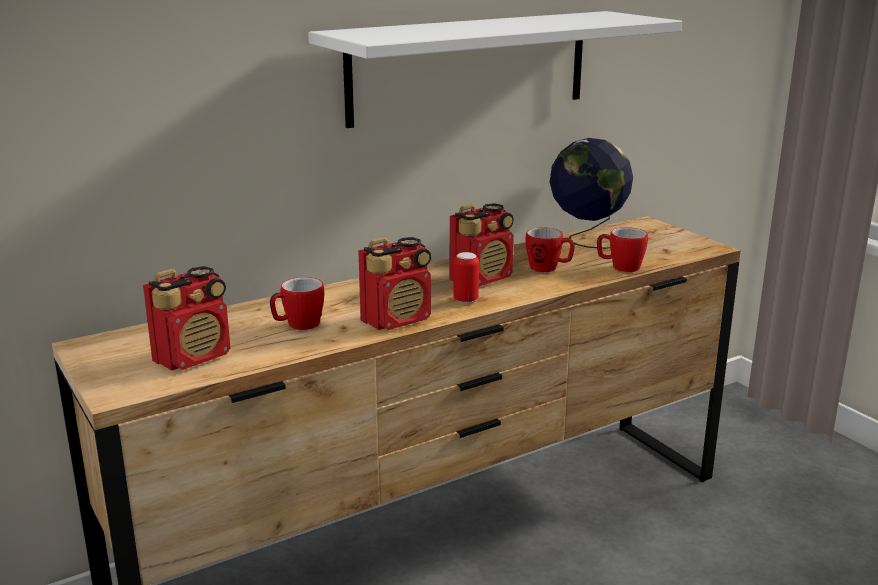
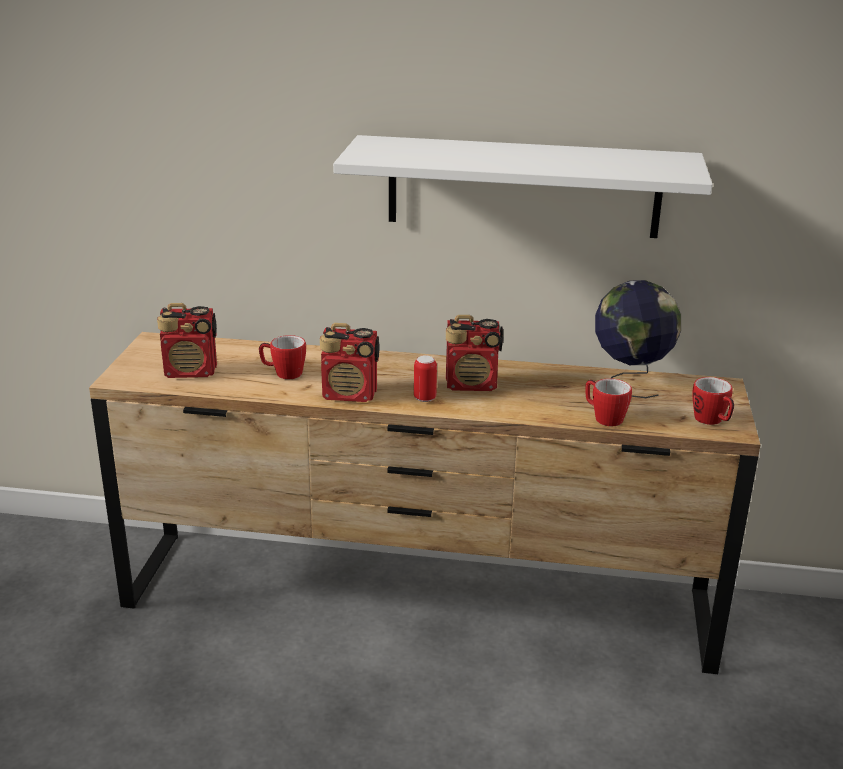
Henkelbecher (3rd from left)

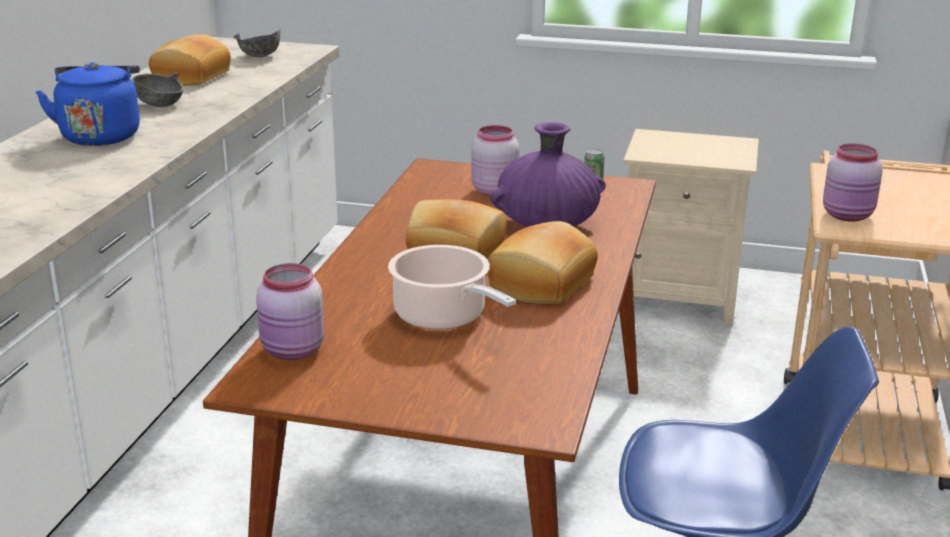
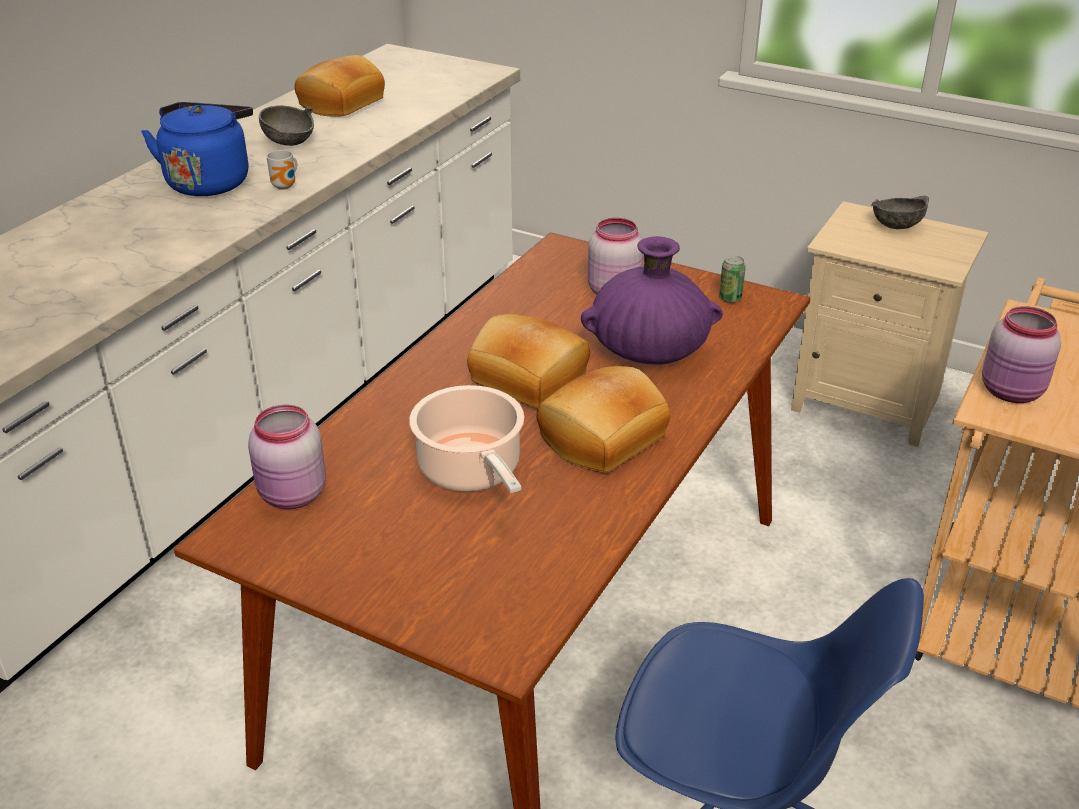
Henkelbecher
Schüssel/grau (2nd from left)

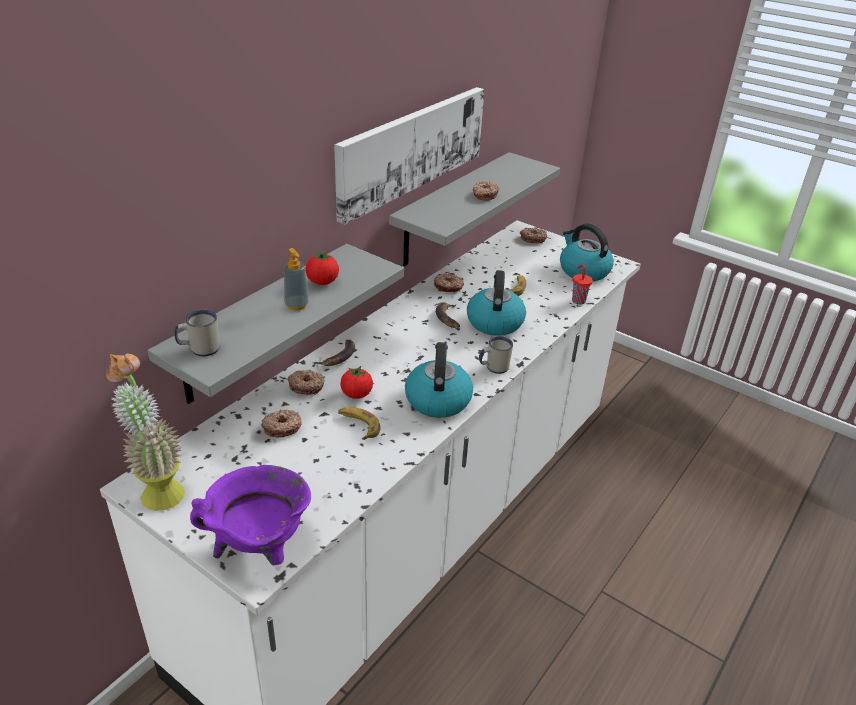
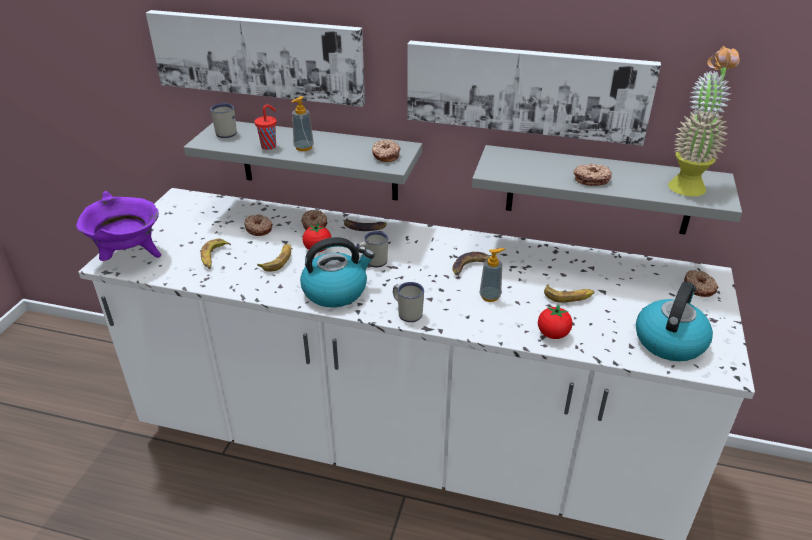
Bild (1st from left)
Banane (1st from left)
Henkelbecher/weiß (2nd from left)
Topfpflanze
Tomate (2nd from left)
Donut (3rd from left)
Tasse/rot
Seifenspender (2nd from left)

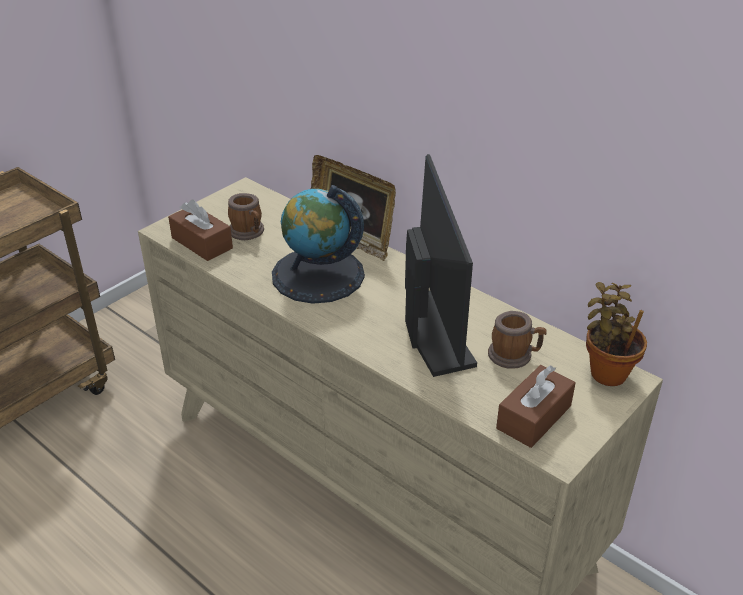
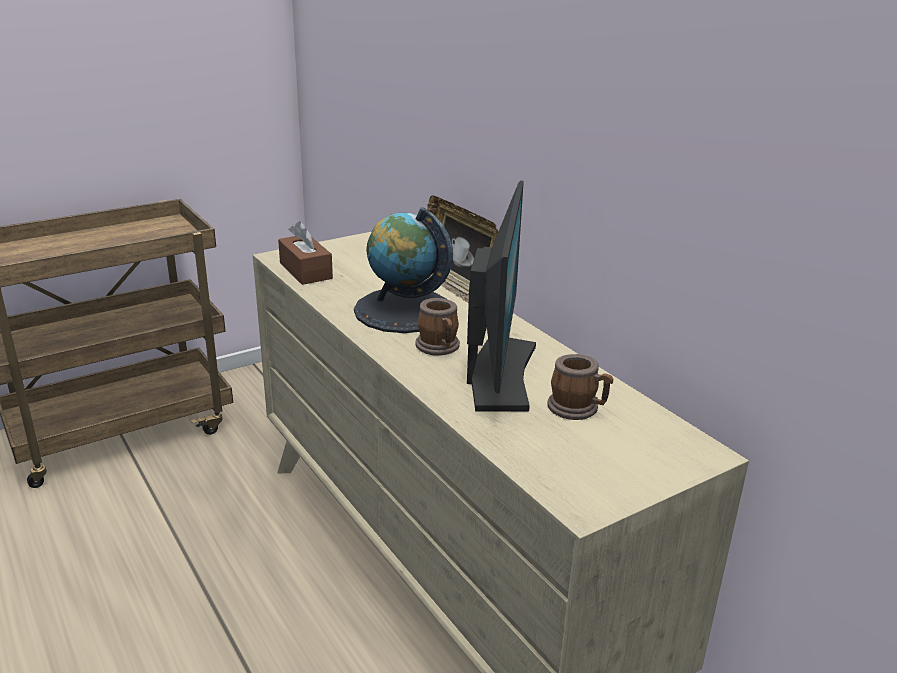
Taschentuchbox/braun (2nd from left in the first image)
Topfpflanze
Henkelbecher (1st from left)

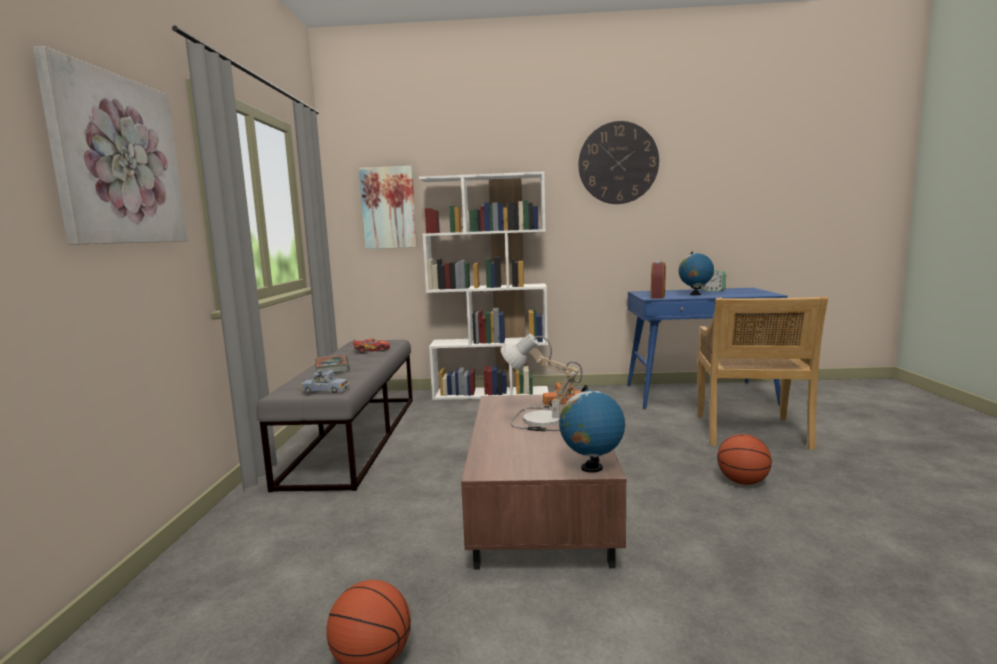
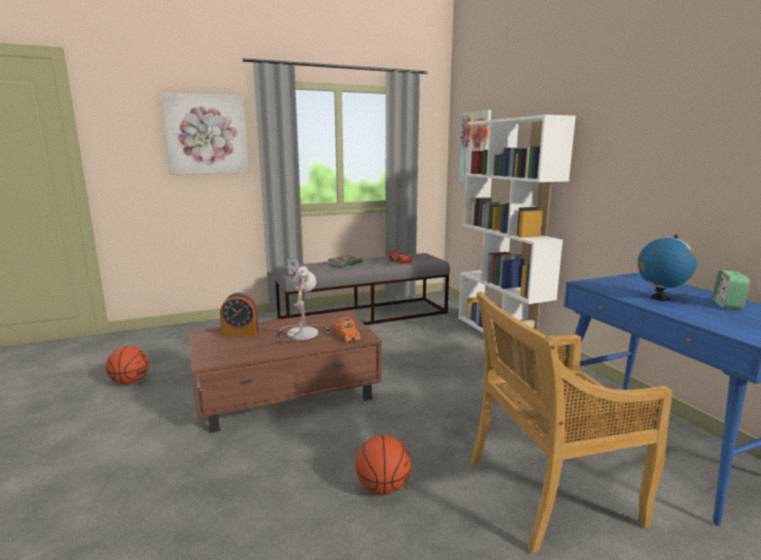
Globus (1st from left in the first image)
Wanduhr
Wecker (1st from left)

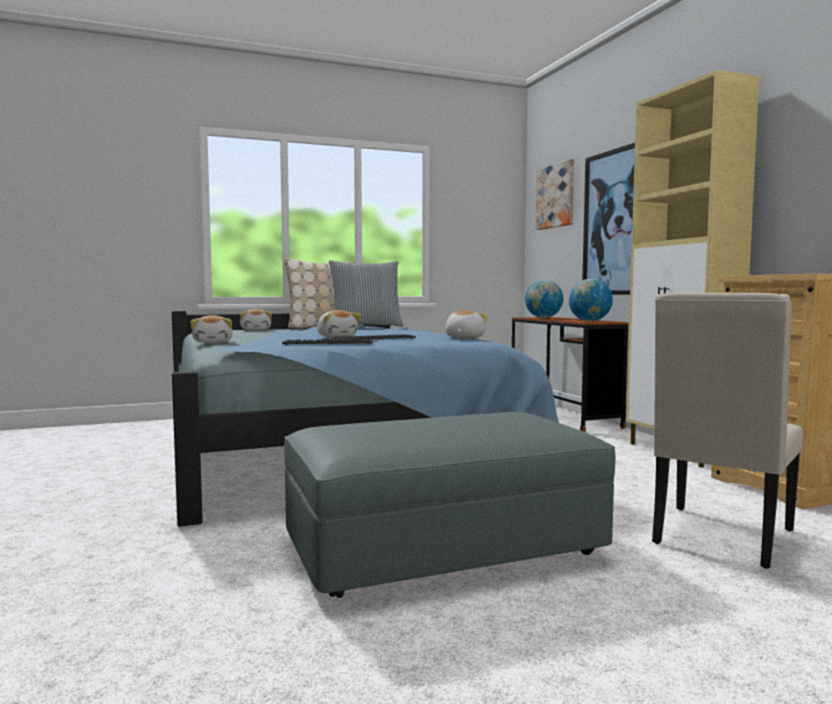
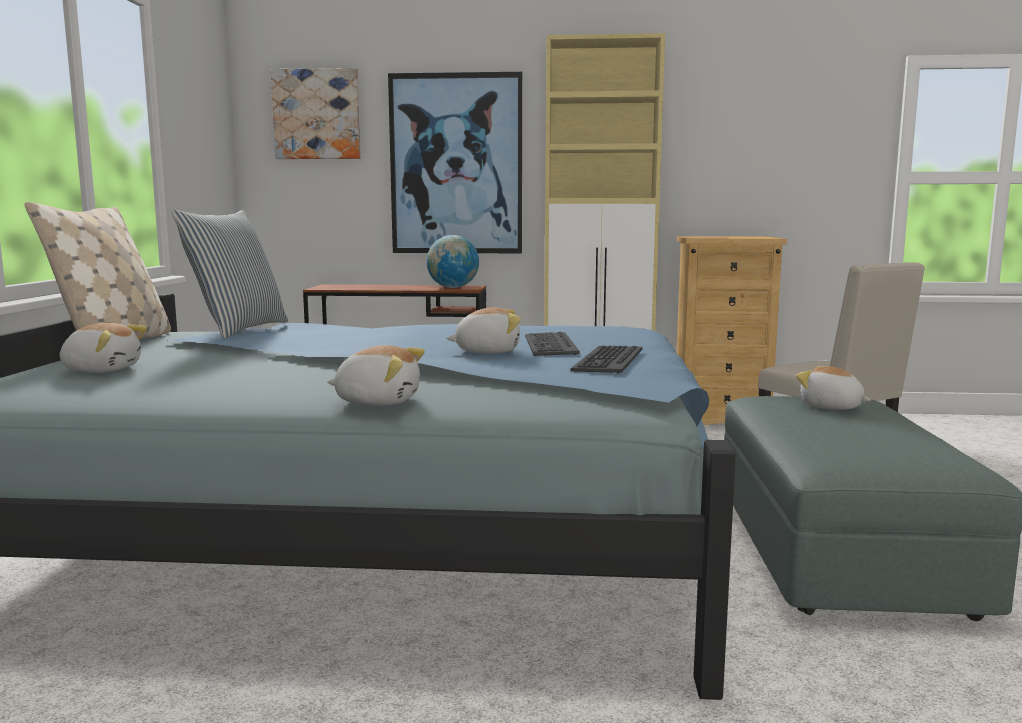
Globus (1st from left in the first image)
Plüschtier (4th from left)

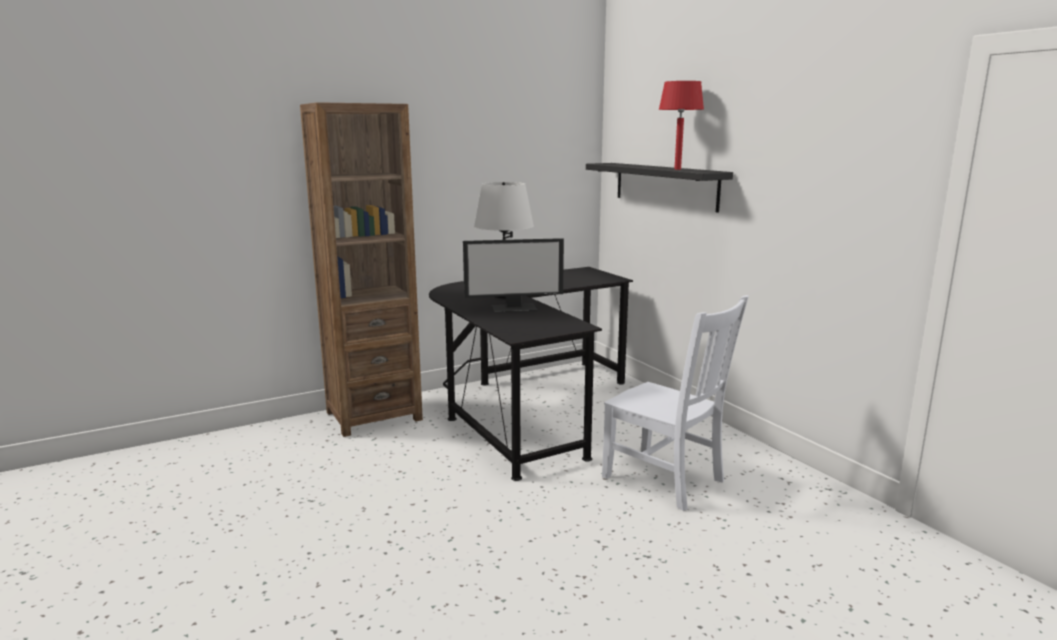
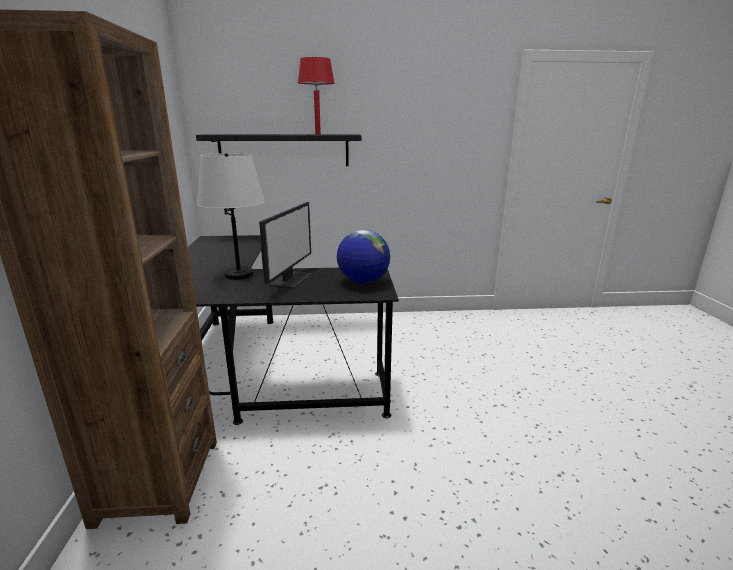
Stuhl/weiß
Globus

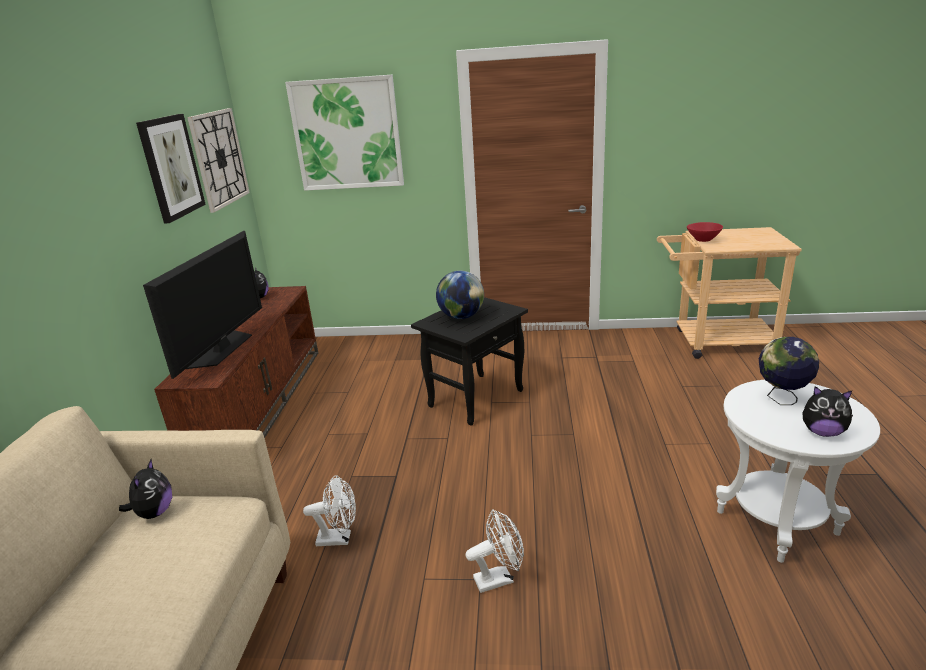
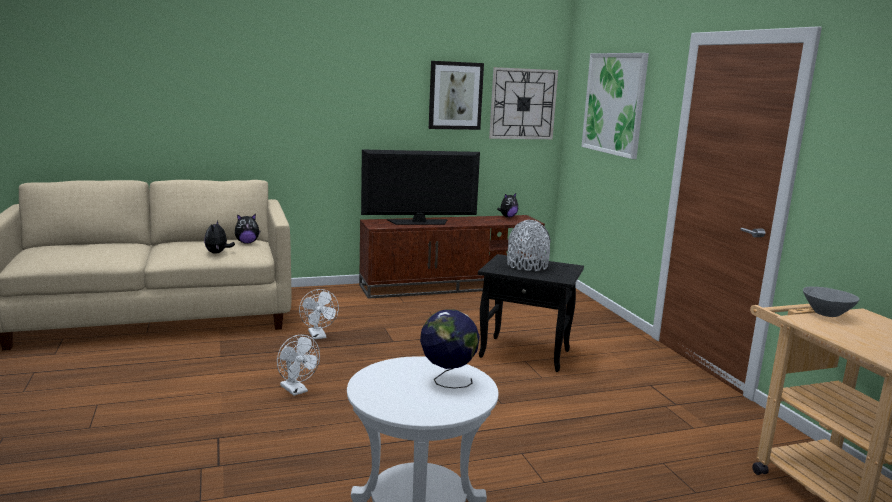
Plüschtier (1st from left)
Vase/grau
Schüssel/grau

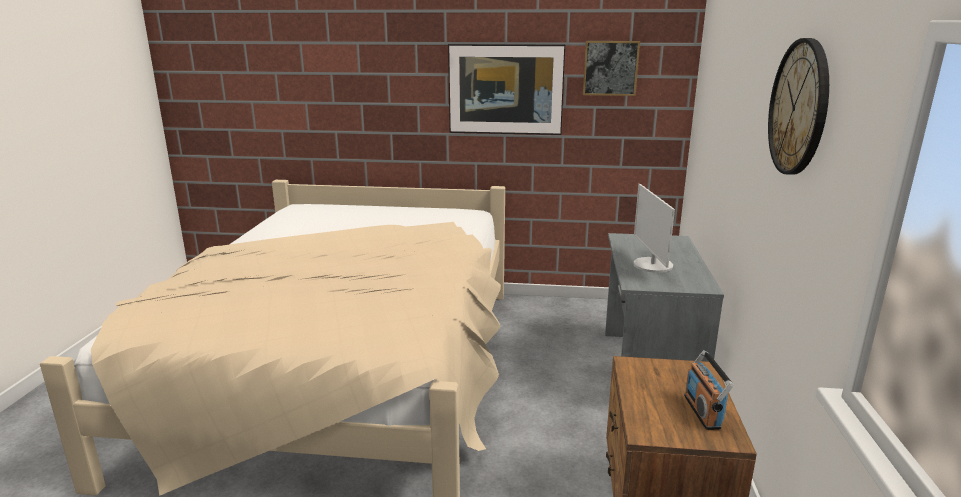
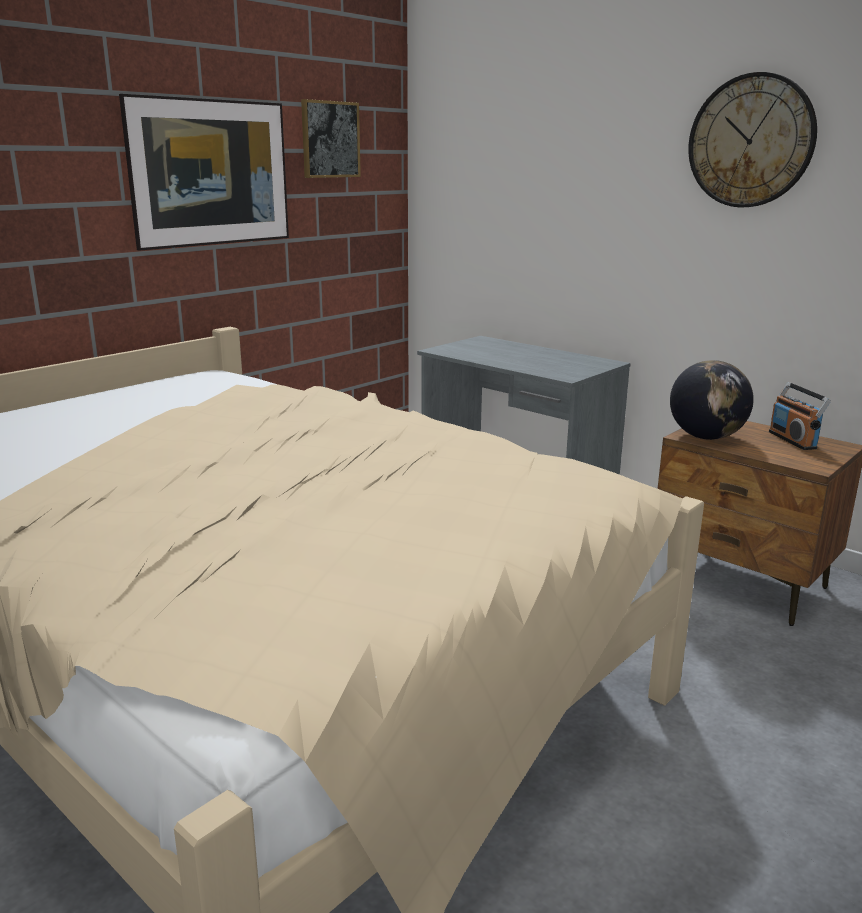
Monitor
Globus
Radio

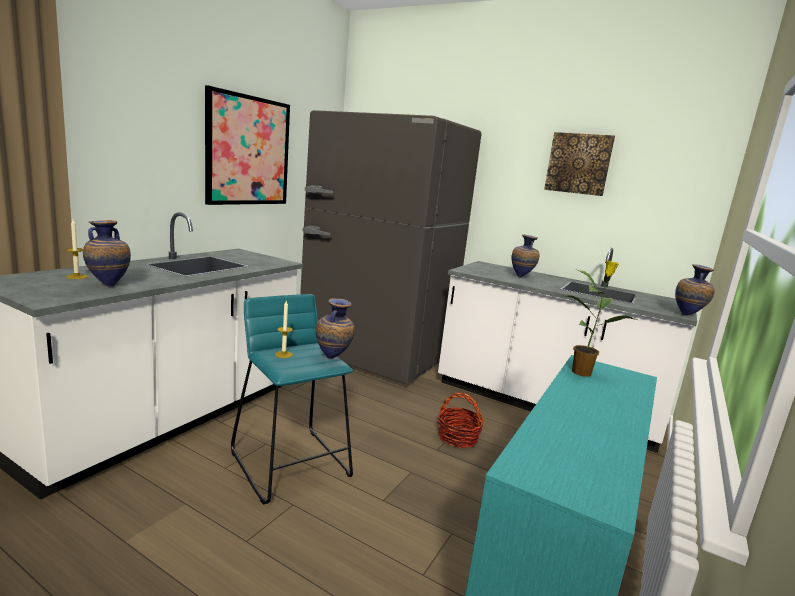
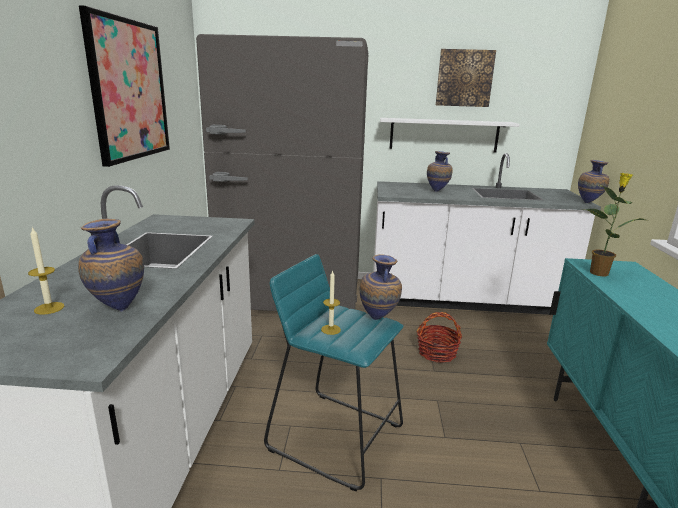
Wandregal/weiß

